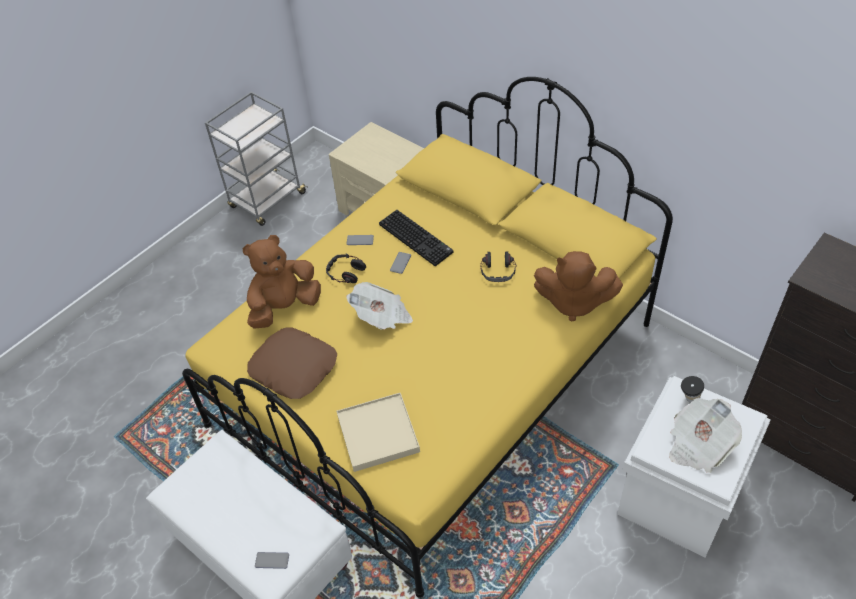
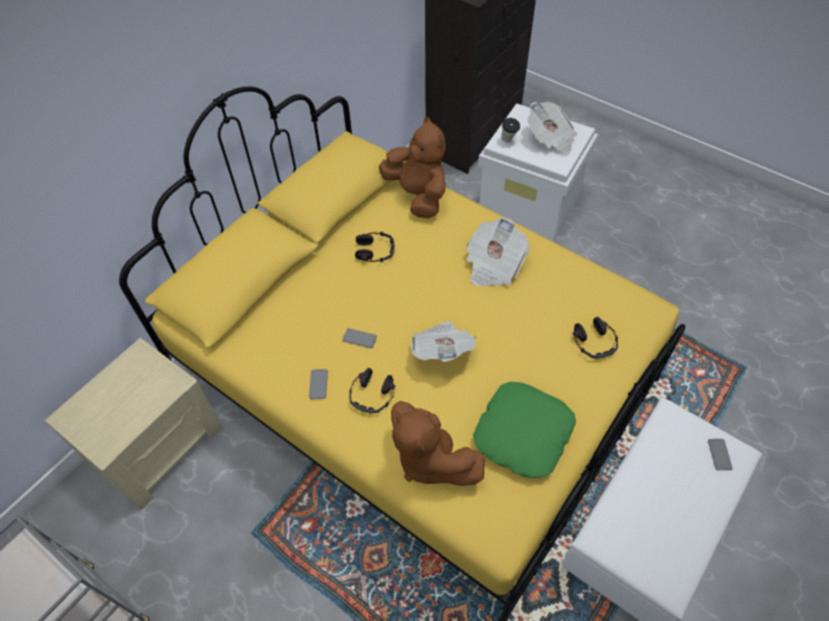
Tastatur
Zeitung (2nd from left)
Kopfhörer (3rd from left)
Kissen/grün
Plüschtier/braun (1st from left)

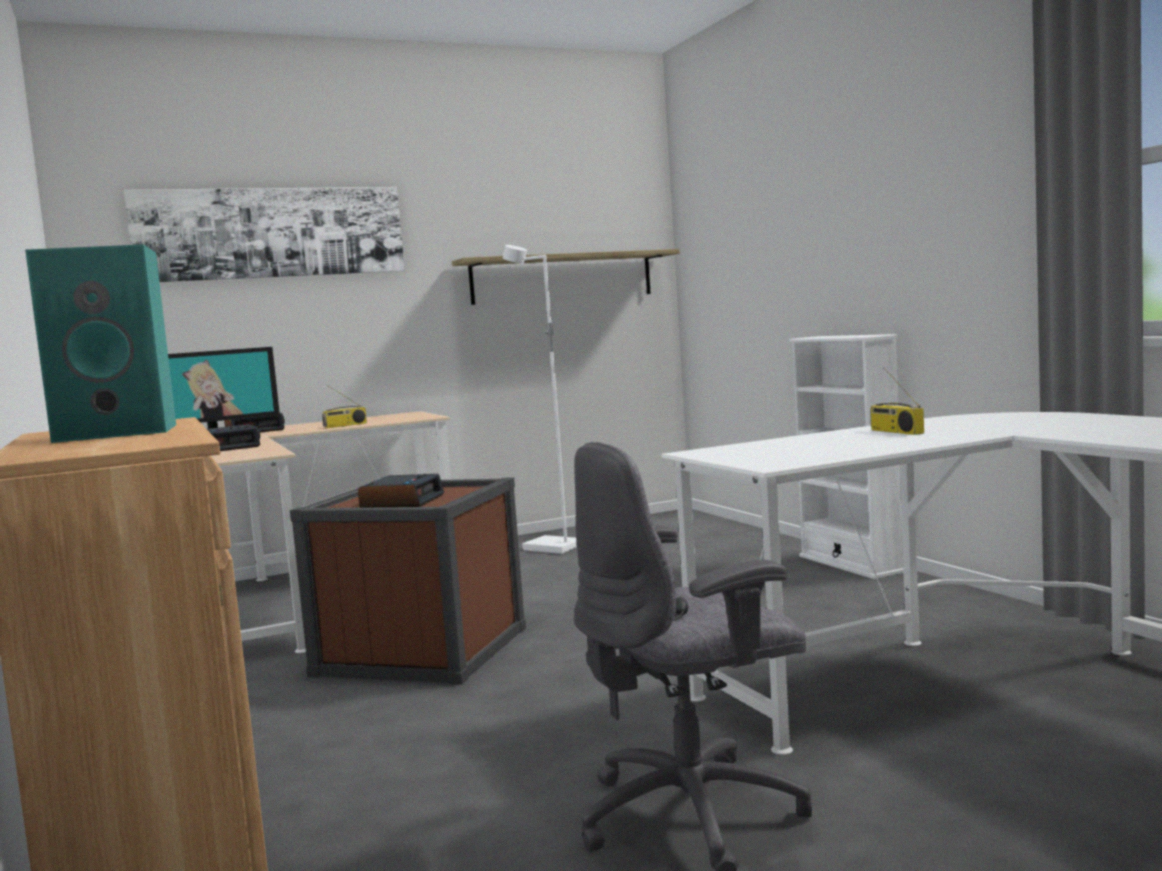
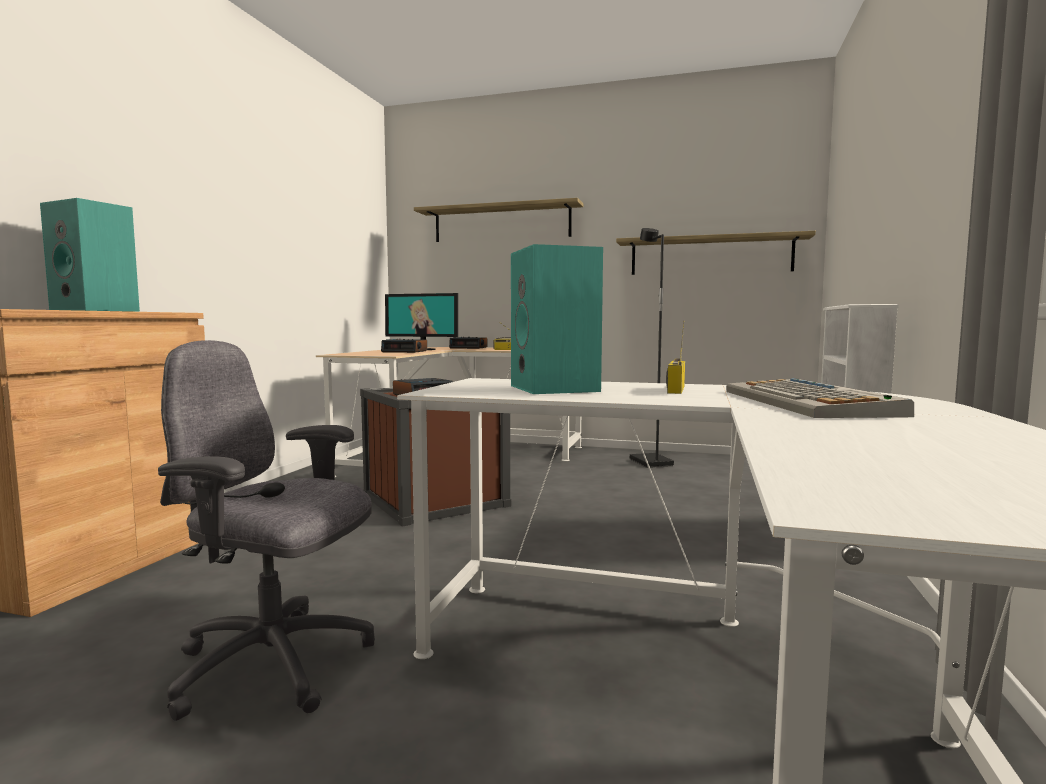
Lautsprecher/türkis (2nd from left)
Tastatur
Wandregal (1st from left)
Stehlampe/schwarz

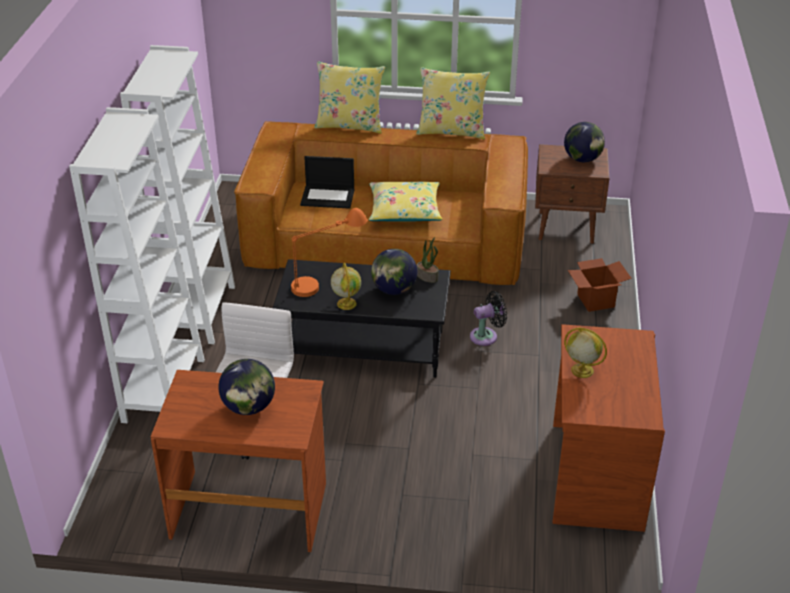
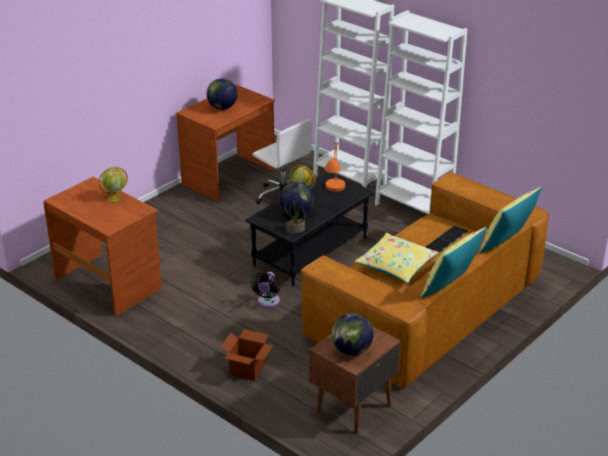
Tastatur

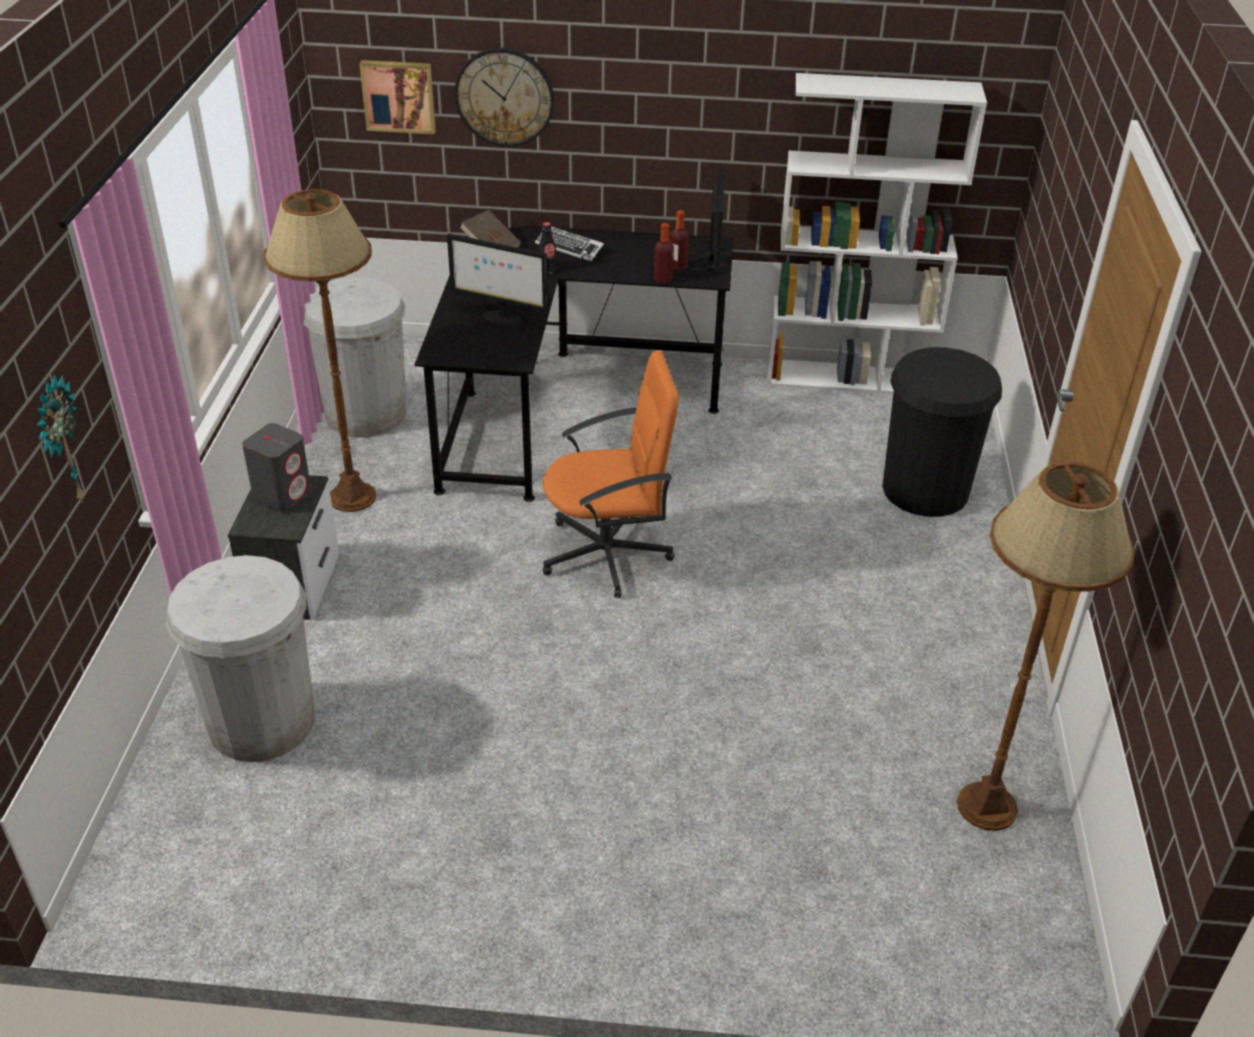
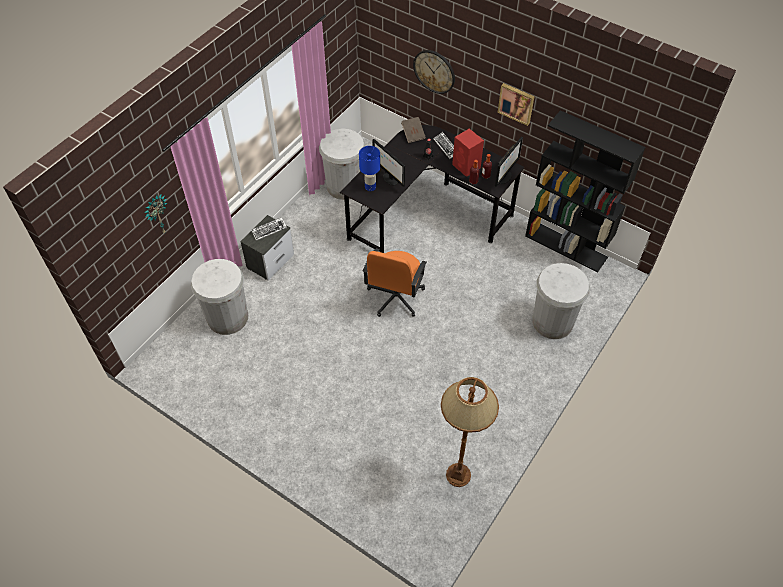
Stehlampe/braun (1st from left in the first image)
Tischlampe/blau
Lautsprecher/rot
Bild
Tastatur (1st from left)
Bücherregal/schwarz
Mülleimer/weiß (3rd from left)
Bürostuhl/orange

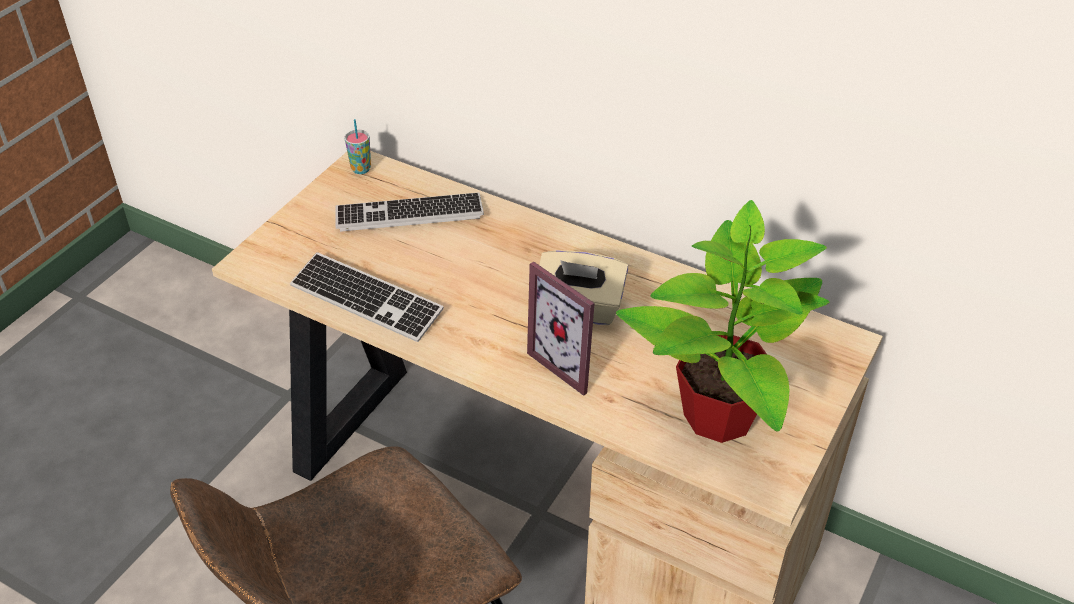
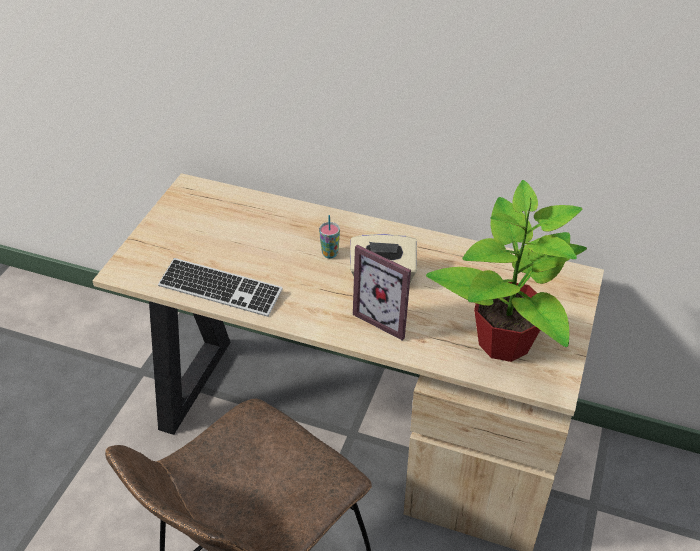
Tastatur (2nd from left in the first image)
Tasse

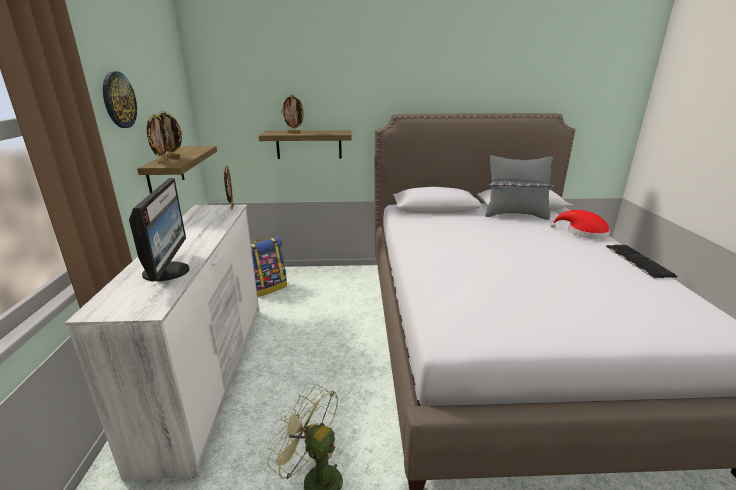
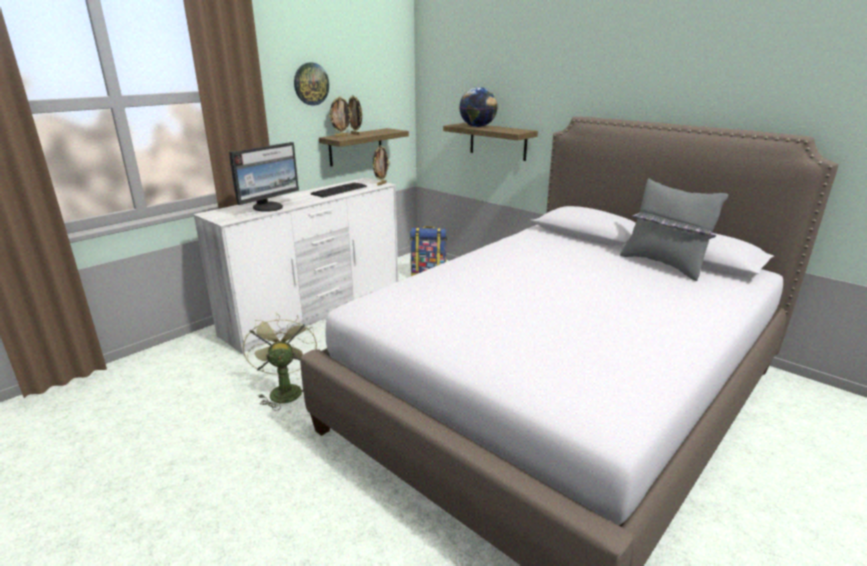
Hut/rot
Tastatur
Globus

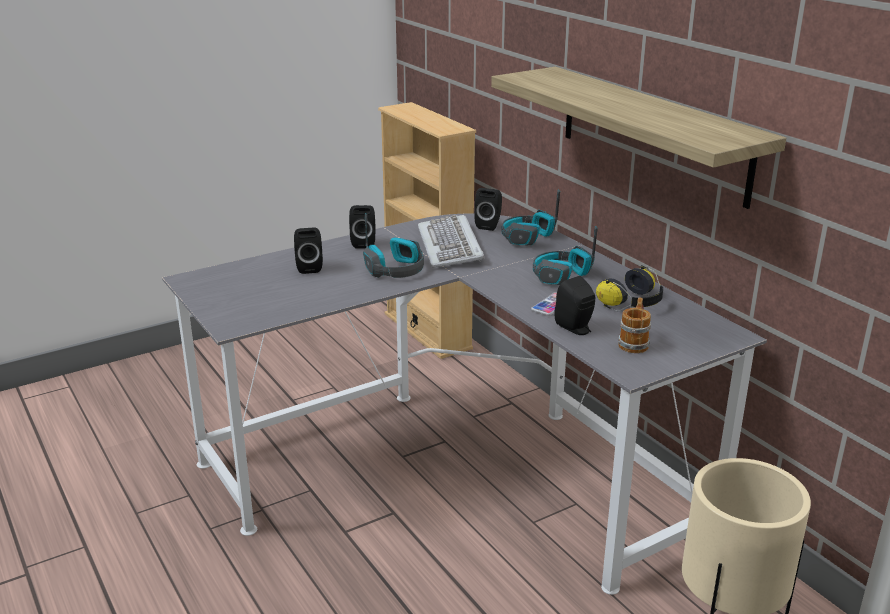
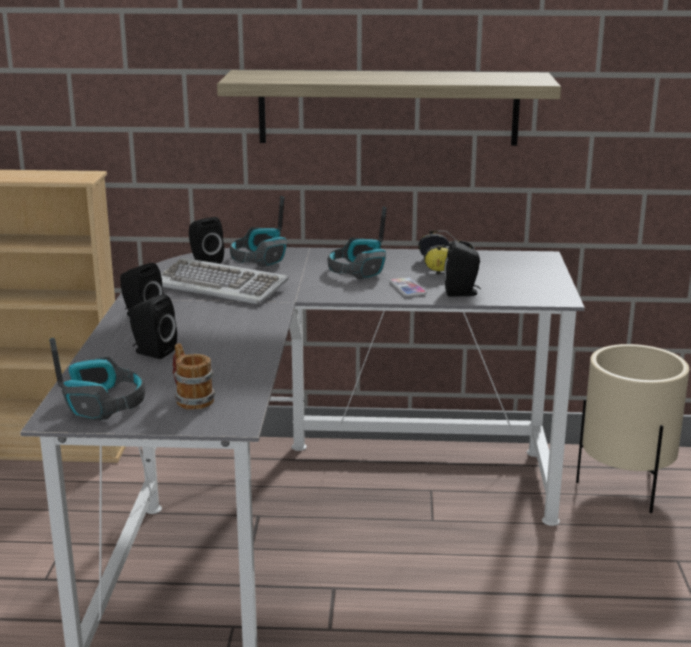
Kopfhörer (1st from left)
Henkelbecher

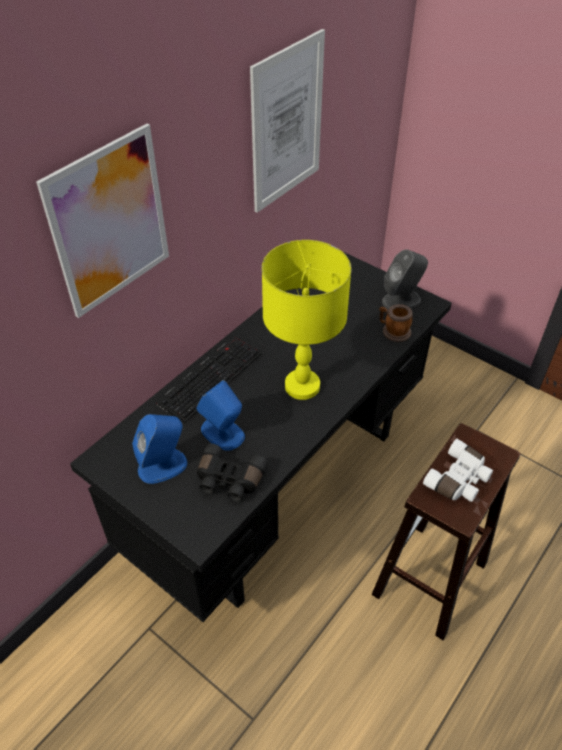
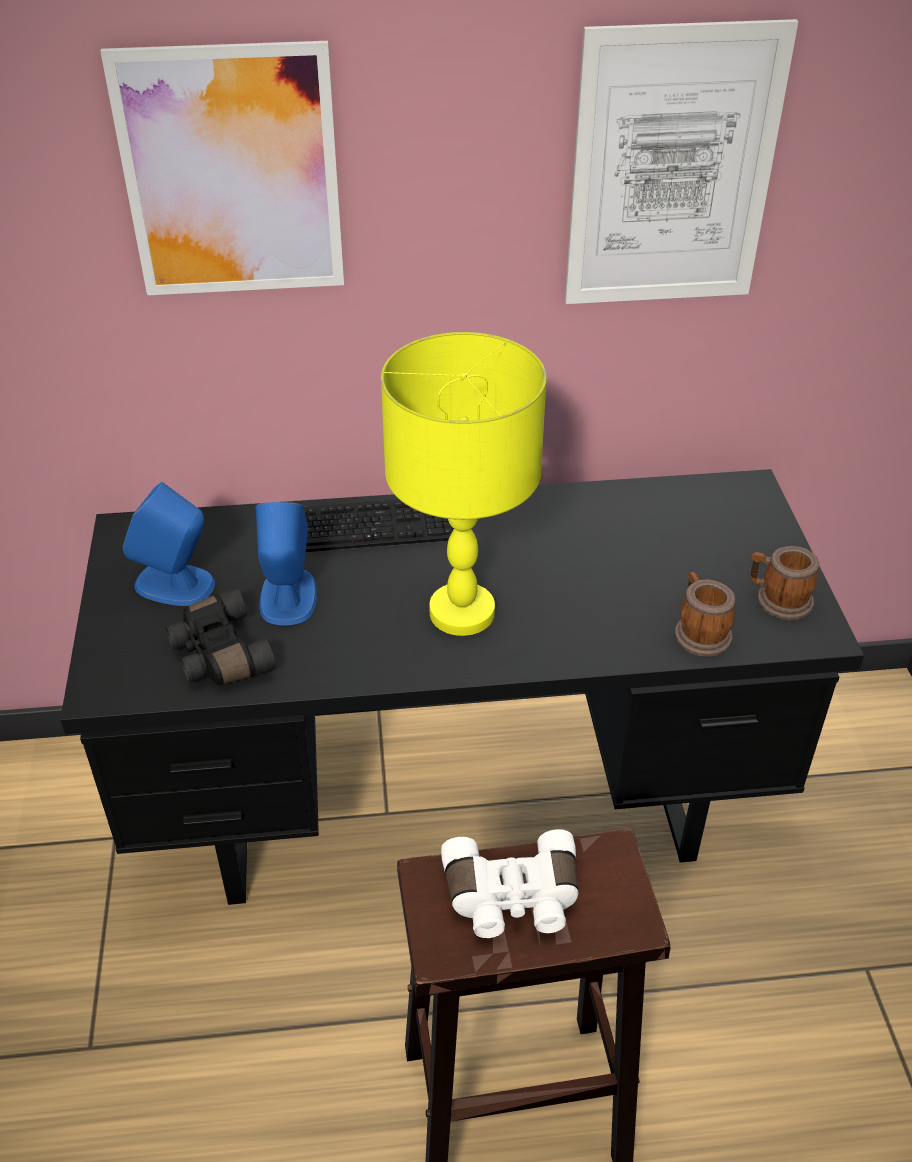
Henkelbecher (2nd from left)

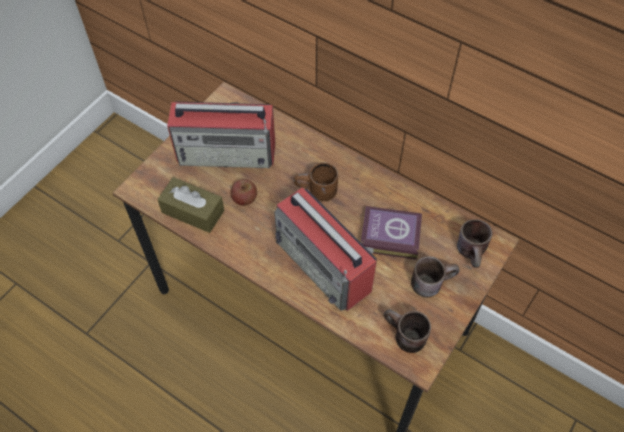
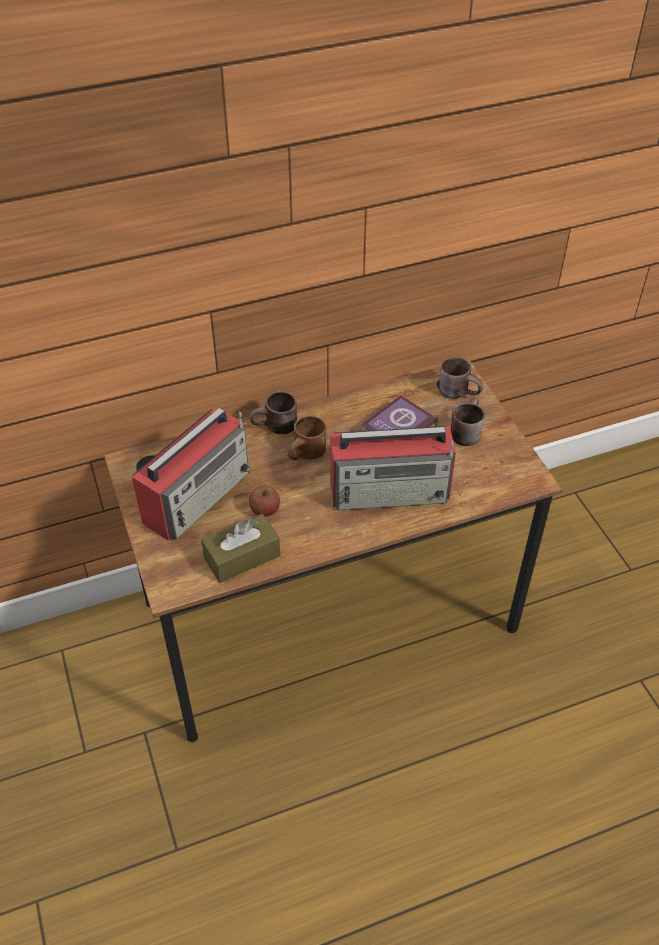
Henkelbecher/braun (1st from left)

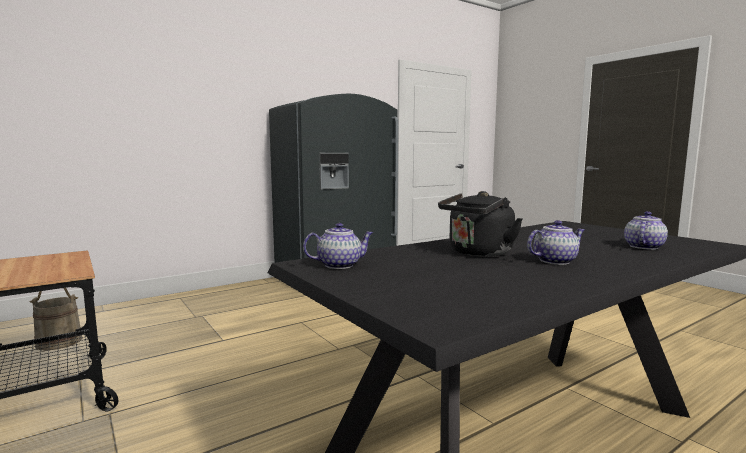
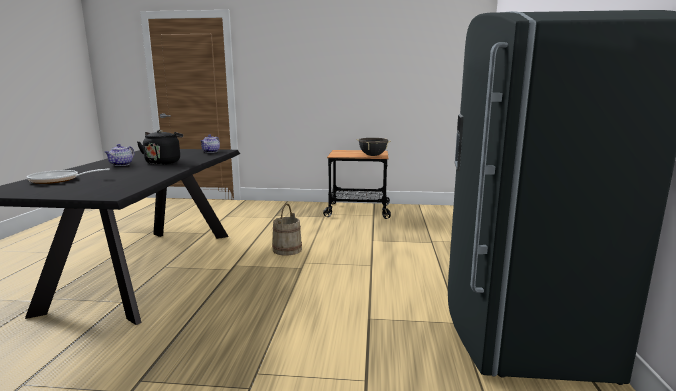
Kochtopf/schwarz
Eimer/beige
Pfanne

